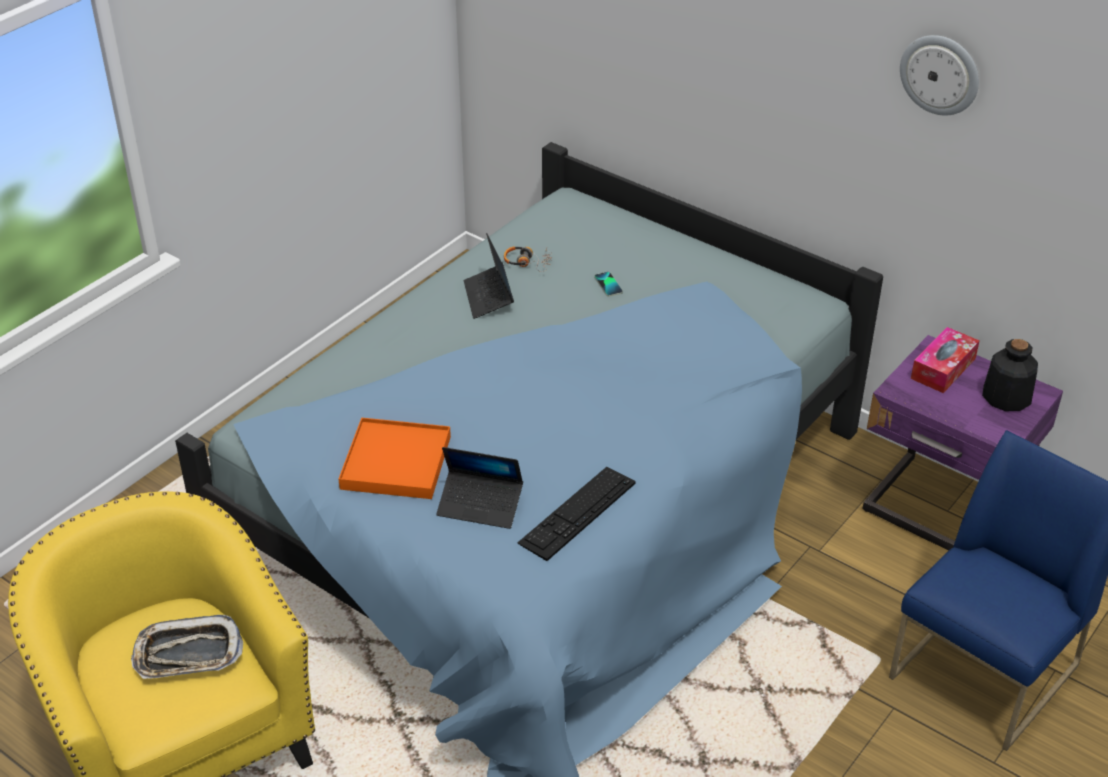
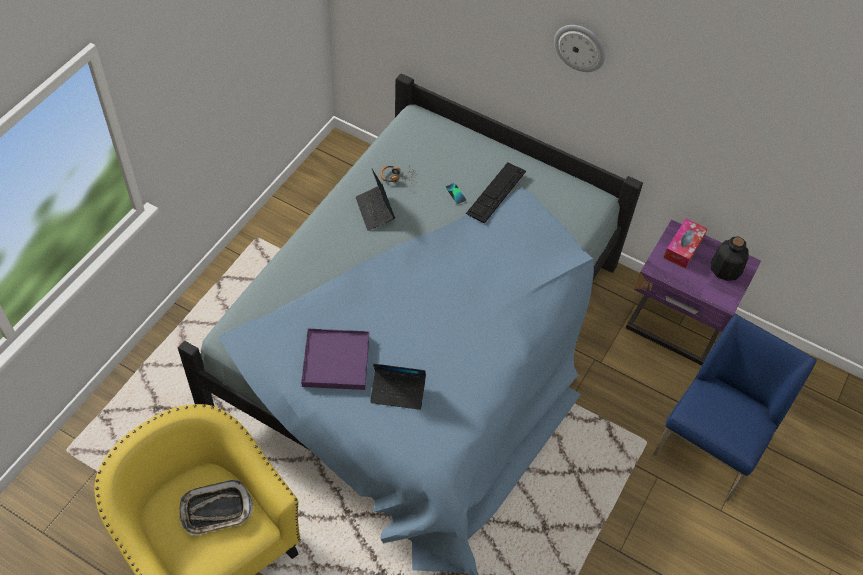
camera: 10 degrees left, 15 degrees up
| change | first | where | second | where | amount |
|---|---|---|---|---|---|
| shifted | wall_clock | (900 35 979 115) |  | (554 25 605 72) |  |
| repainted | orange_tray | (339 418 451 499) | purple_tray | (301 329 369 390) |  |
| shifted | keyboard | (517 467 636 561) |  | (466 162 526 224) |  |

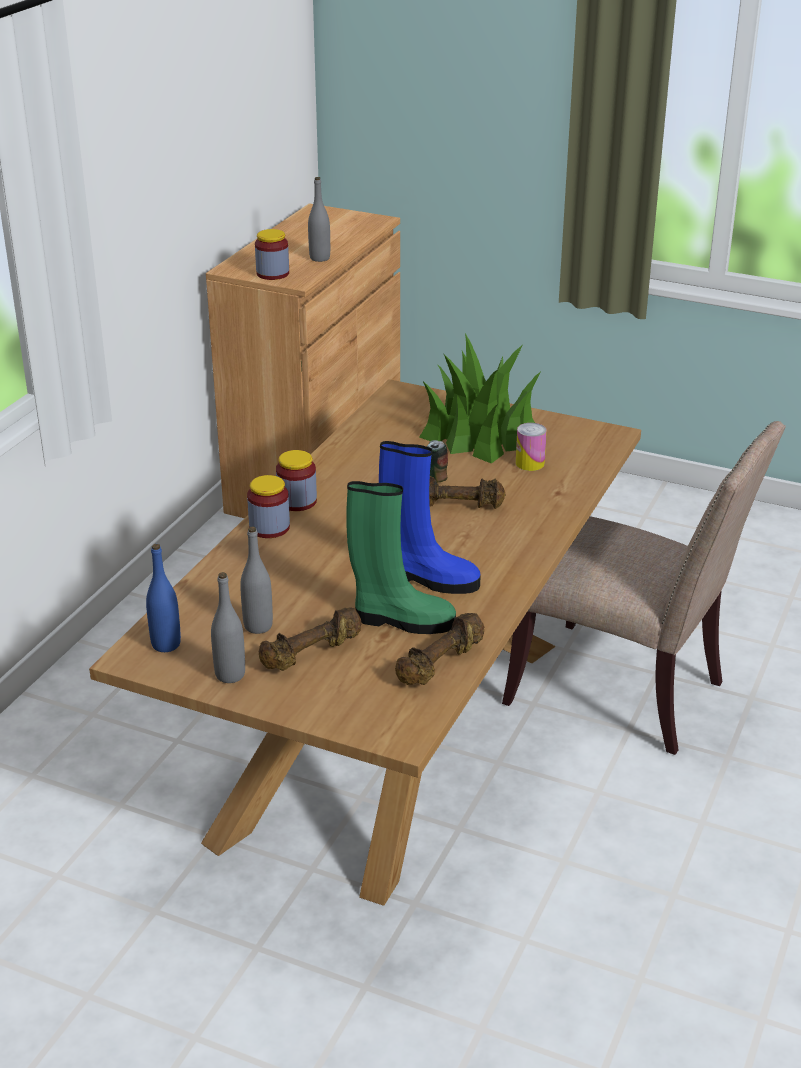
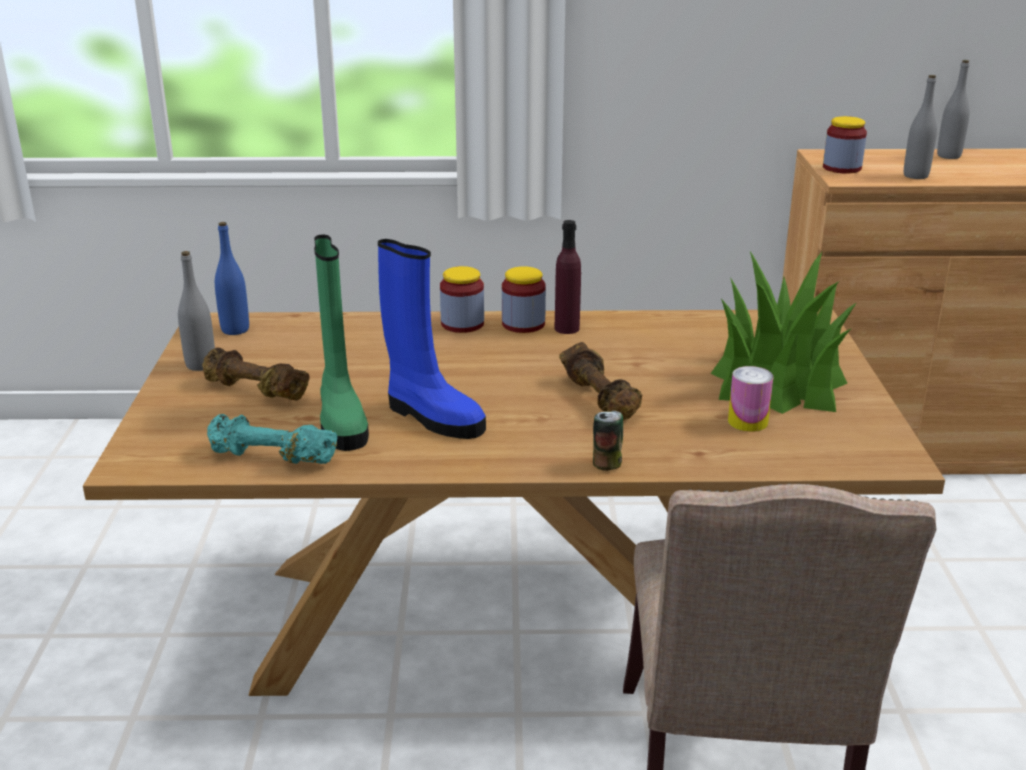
camera: 65 degrees right, 5 degrees down
| change | first | where | second | where | amount |
|---|---|---|---|---|---|
| shifted | can | (427 440 448 482) |  | (593 411 623 471) |  |
| rotated | blue_boot | (379 441 481 594) |  | (378 239 486 439) | 45 degrees counterclockwise |
| shifted | grey_bottle | (240 527 273 634) |  | (937 60 970 159) |  |
| repainted | brown_dumbbell | (395 613 484 685) | turquoise_dumbbell | (207 414 337 464) |  |
| new |  |  | purple_bottle | (554 220 581 334) |  |

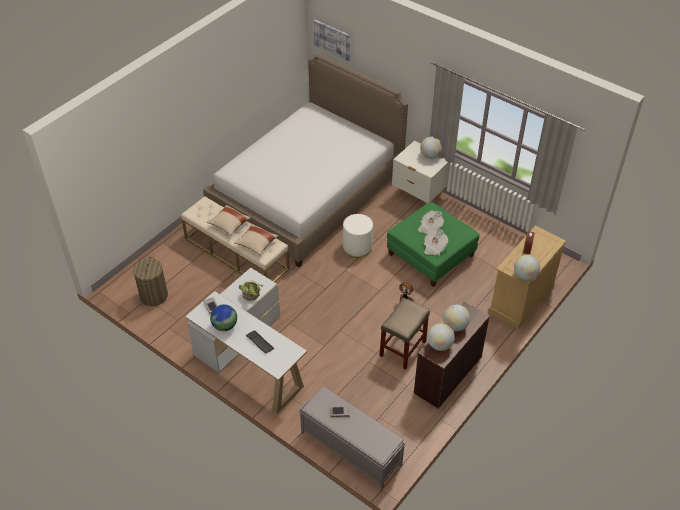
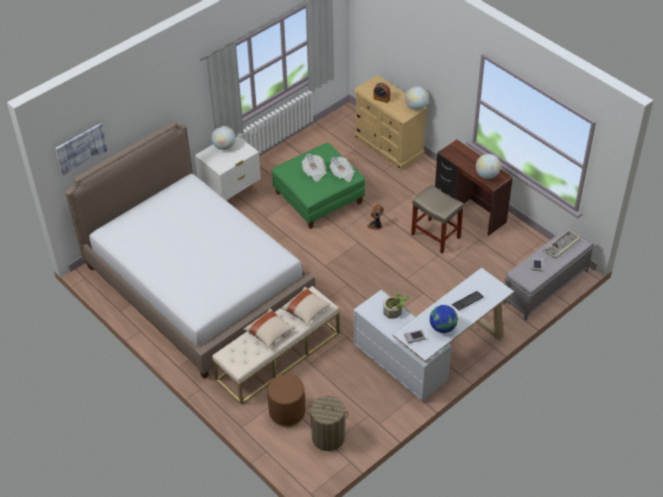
camera: 80 degrees left, 0 degrees up
| change | first | where | second | where | amount |
|---|---|---|---|---|---|
| gone | white_ottoman | (343 214 373 258) |  |  |  |
| gone | globe | (443 304 470 331) |  |  |  |
| new |  |  | keyboard | (543 230 581 259) |  |
| new |  |  | brown_ottoman | (267 374 305 427) |  |

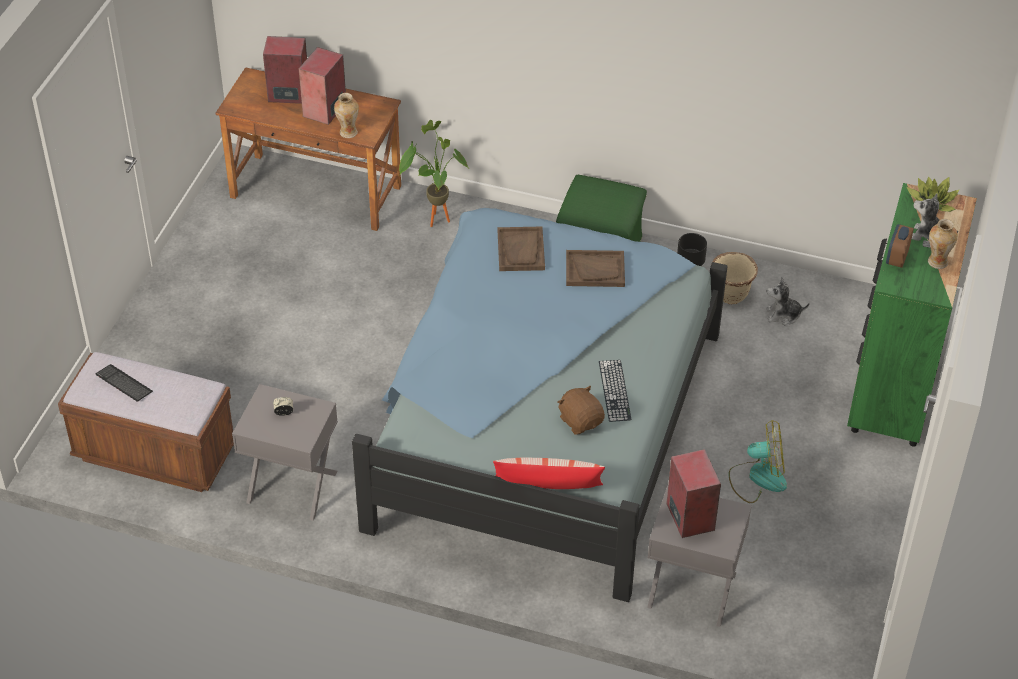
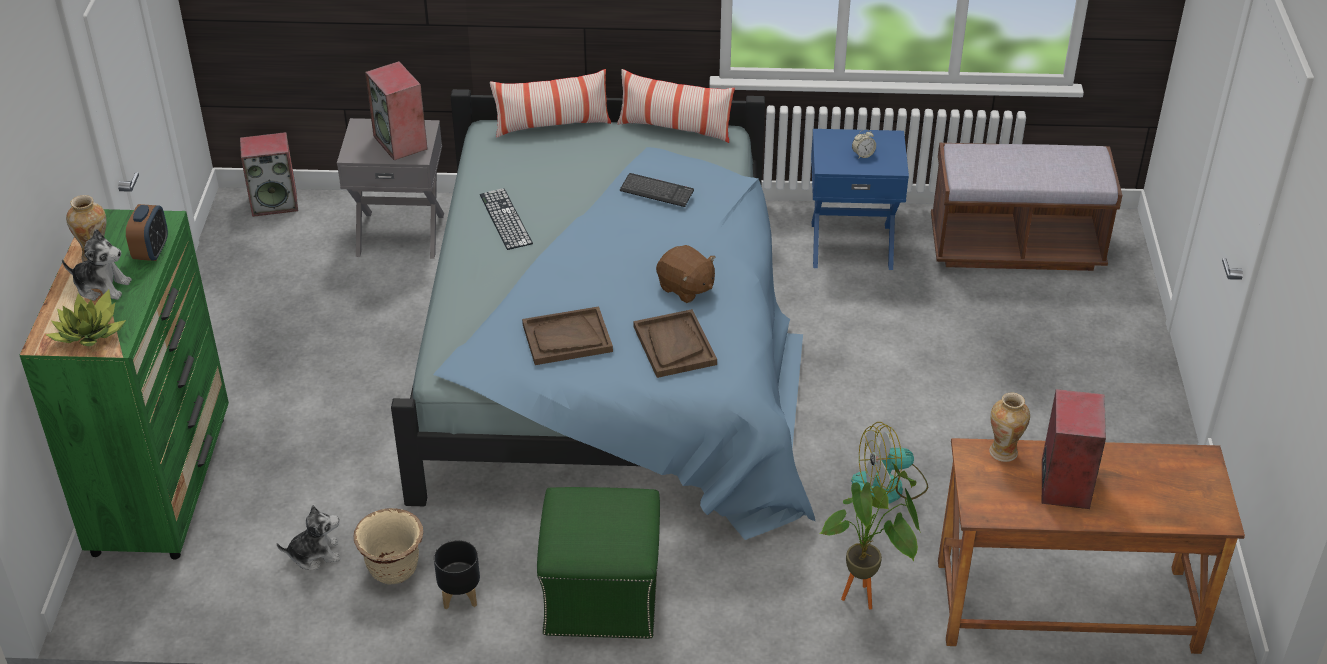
camera: 165 degrees right, 5 degrees down
| change | first | where | second | where | amount |
|---|---|---|---|---|---|
| shifted | speaker | (263 36 307 104) |  | (240 132 298 217) |  |
| shifted | keyboard | (96 364 153 402) |  | (619 173 694 207) |  |
| repainted | grey_nightstand | (232 384 338 521) | blue_nightstand | (811 129 909 270) |  |
| shifted | brown_plush_toy | (558 386 605 435) |  | (656 245 715 303) |  |
| shifted | fan | (729 420 787 503) |  | (851 422 928 503) |  |
| new |  |  | pillow | (617 69 735 143) |  |

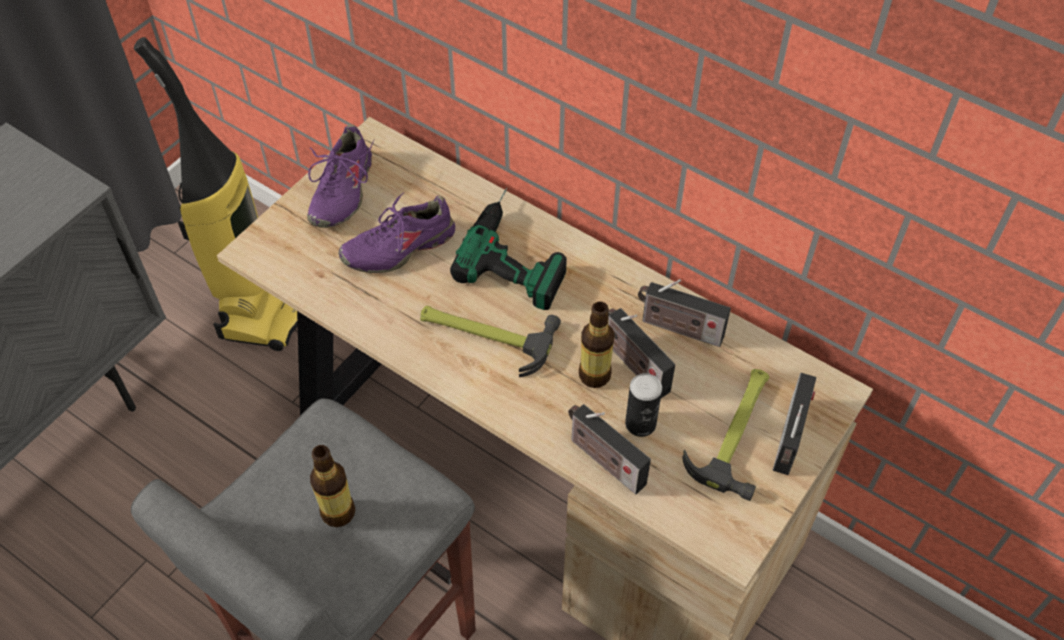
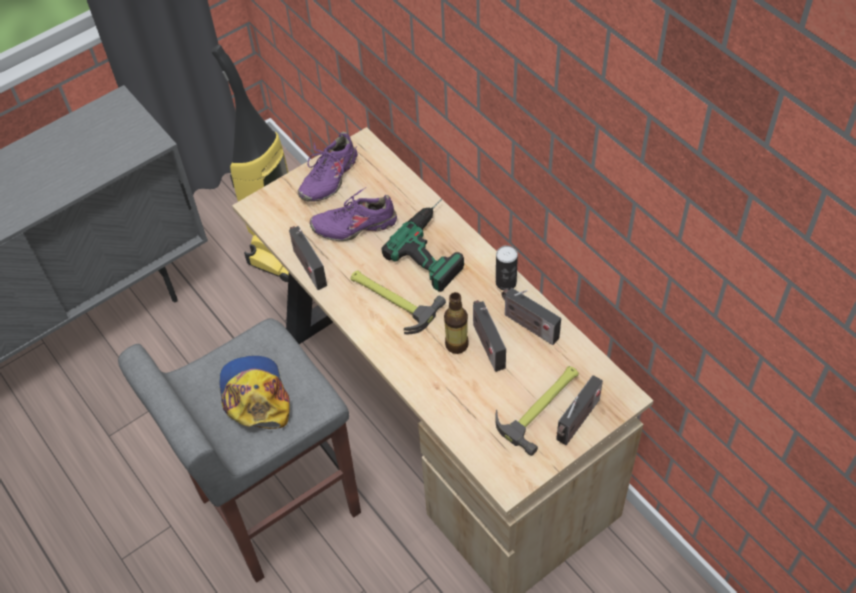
camera: 20 degrees right, 0 degrees up
| change | first | where | second | where | amount |
|---|---|---|---|---|---|
| shifted | can | (625 373 662 437) |  | (496 245 518 290) |  |
| shifted | radio | (568 404 651 494) |  | (289 226 327 290) |  |
| swapped | bottle | (310 445 355 527) | cap | (219 356 290 429) |  |

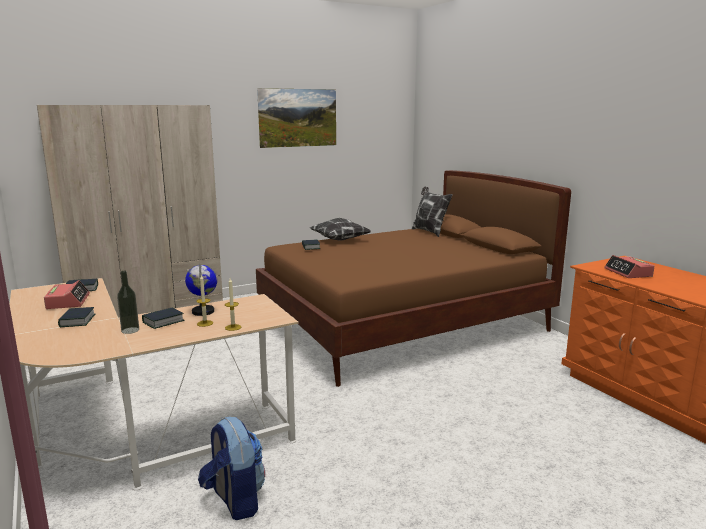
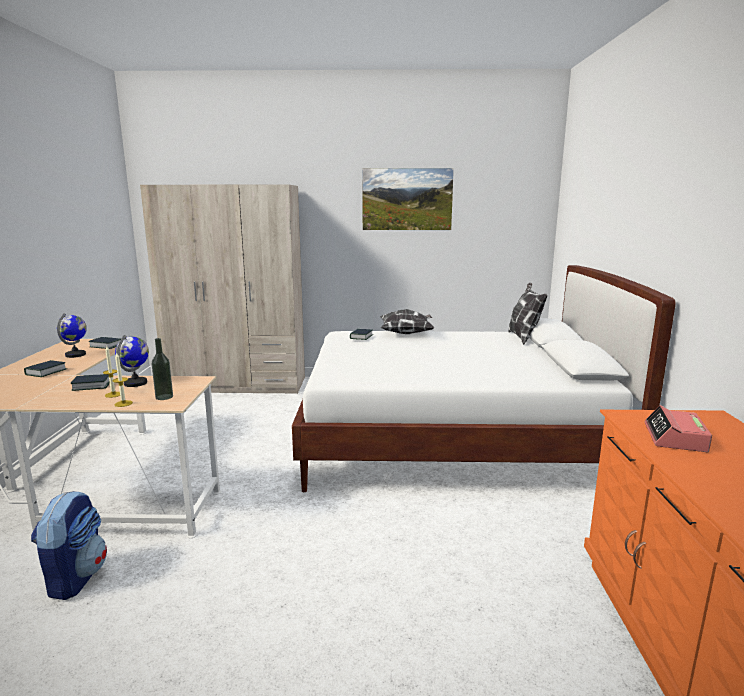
camera: 30 degrees right, 0 degrees up
| change | first | where | second | where | amount |
|---|---|---|---|---|---|
| repainted | brown_bed | (256 170 571 387) | white_bed | (292 265 676 492) |  |
| shifted | bottle | (117 271 139 334) |  | (152 338 173 400) |  |
| swapped | alarm_clock | (44 280 90 309) | globe | (57 313 87 358) |  |

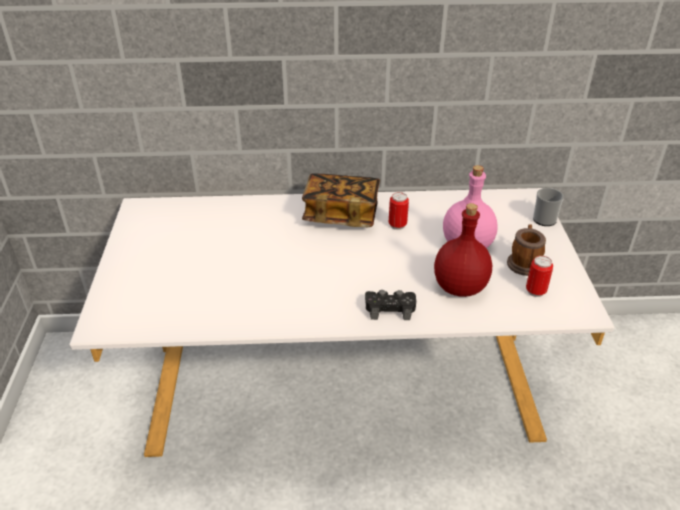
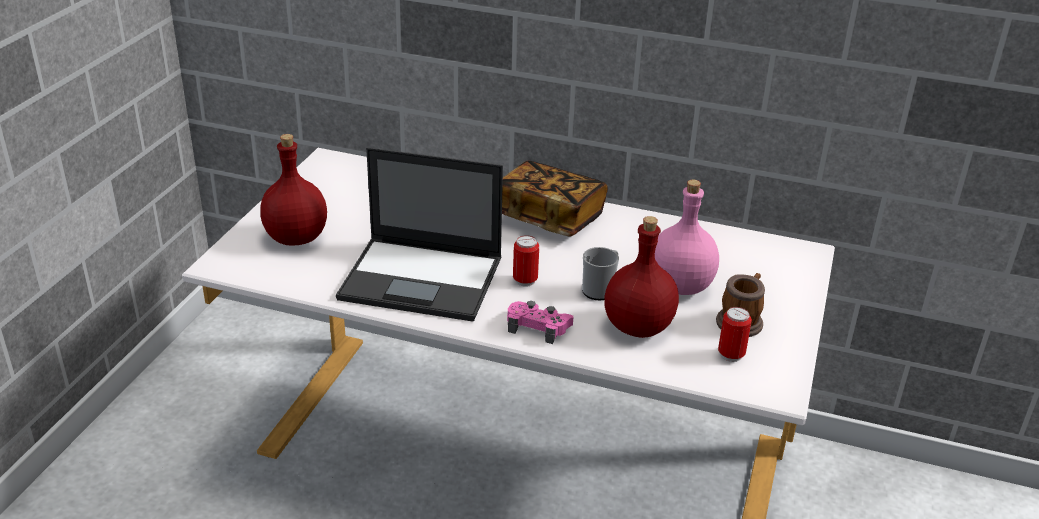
camera: 20 degrees right, 5 degrees down
| change | first | where | second | where | amount |
|---|---|---|---|---|---|
| shifted | mug | (533 188 564 226) |  | (582 247 619 301) |  |
| shifted | can | (389 192 409 230) |  | (513 235 539 287) |  |
| repainted | black_game_controller | (365 290 416 320) | pink_game_controller | (507 301 573 344) |  |
| new |  |  | red_bottle | (260 134 327 246) |  |
| new |  |  | laptop | (336 147 503 322) |  |

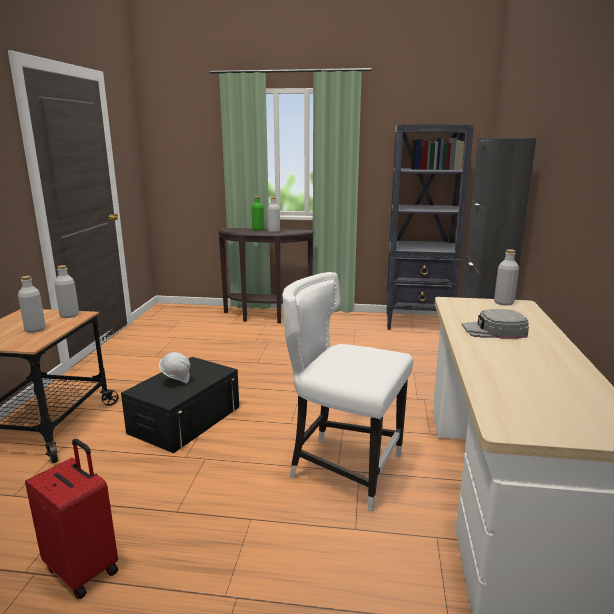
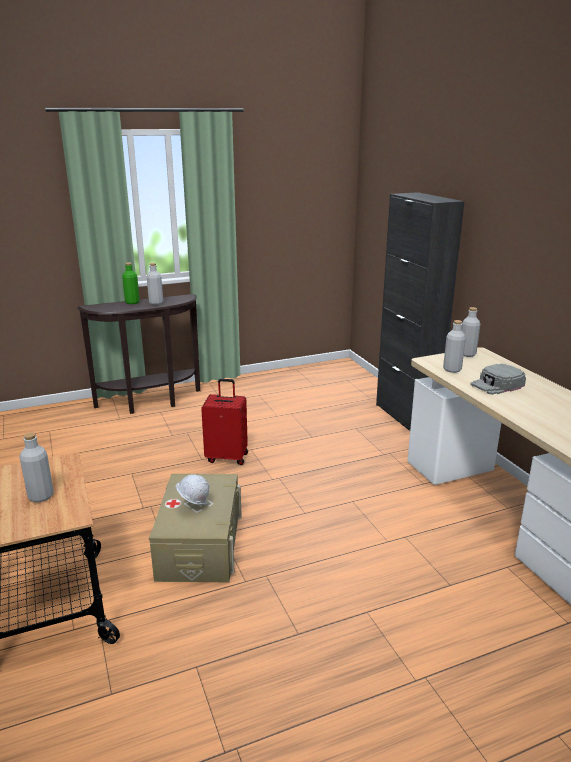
camera: 30 degrees left, 5 degrees up
| change | first | where | second | where | amount |
|---|---|---|---|---|---|
| gone | black_bookcase | (386 124 474 330) |  |  |  |
| shifted | grey_bottle | (54 265 79 318) |  | (443 320 466 373) |  |
| gone | white_chair | (283 272 413 511) |  |  |  |
| repainted | black_storage_box | (121 357 239 453) | beige_storage_box | (148 474 242 582) |  |
| shifted | red_suitcase | (25 439 118 599) |  | (201 379 248 465) |  |

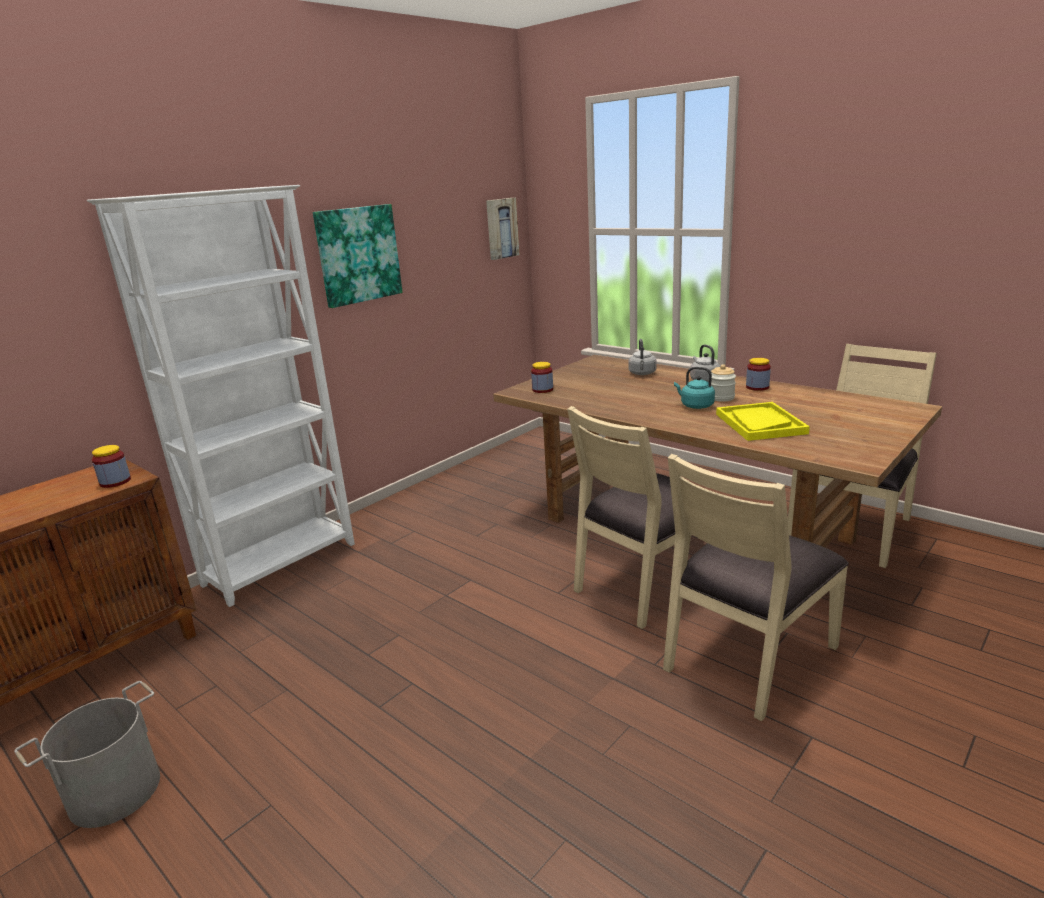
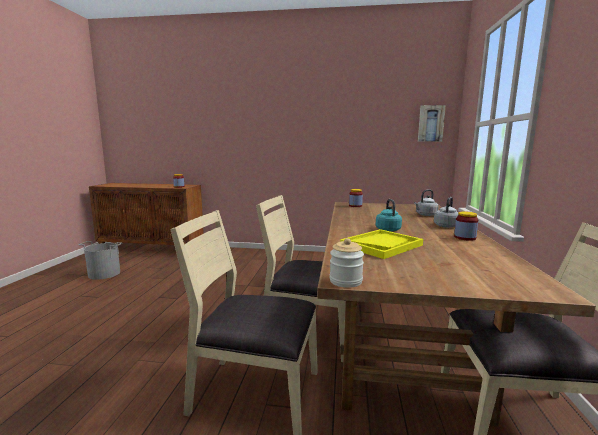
camera: 55 degrees right, 10 degrees down
| change | first | where | second | where | amount |
|---|---|---|---|---|---|
| gone | white_bookcase | (87 185 355 607) |  |  |  |
| gone | picture | (313 204 402 308) |  |  |  |
| shifted | jar | (711 364 736 402) |  | (330 238 364 288) |  |

